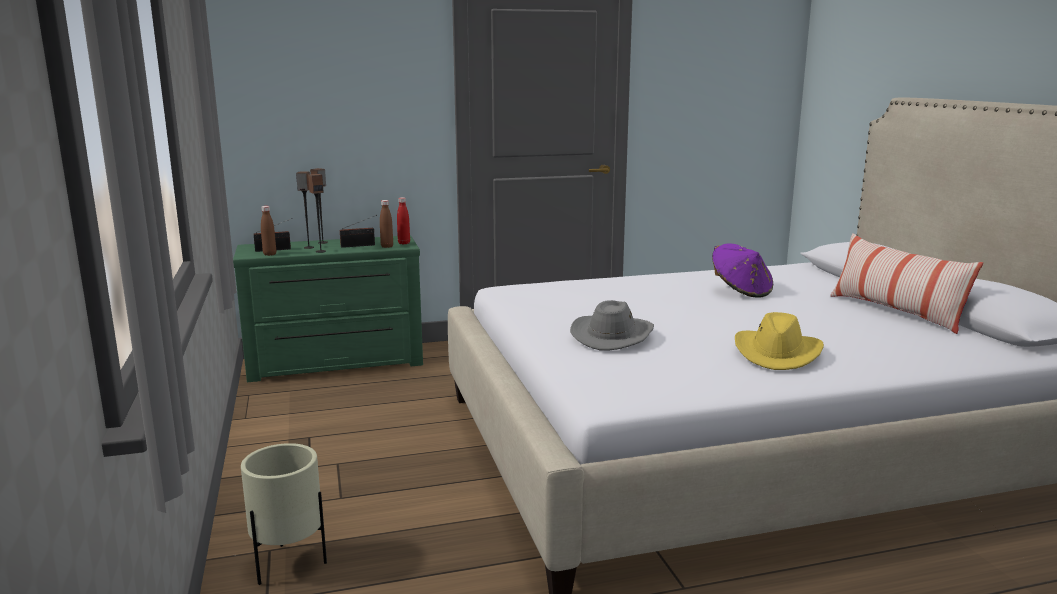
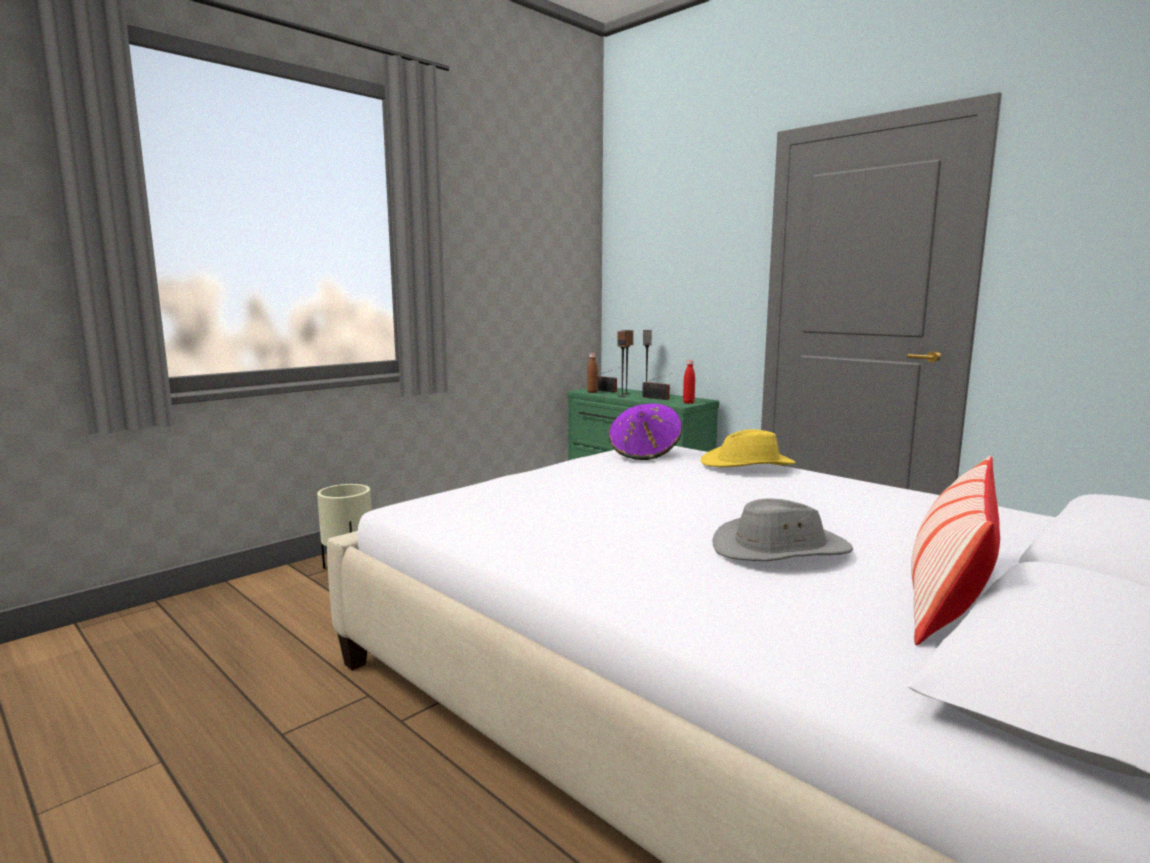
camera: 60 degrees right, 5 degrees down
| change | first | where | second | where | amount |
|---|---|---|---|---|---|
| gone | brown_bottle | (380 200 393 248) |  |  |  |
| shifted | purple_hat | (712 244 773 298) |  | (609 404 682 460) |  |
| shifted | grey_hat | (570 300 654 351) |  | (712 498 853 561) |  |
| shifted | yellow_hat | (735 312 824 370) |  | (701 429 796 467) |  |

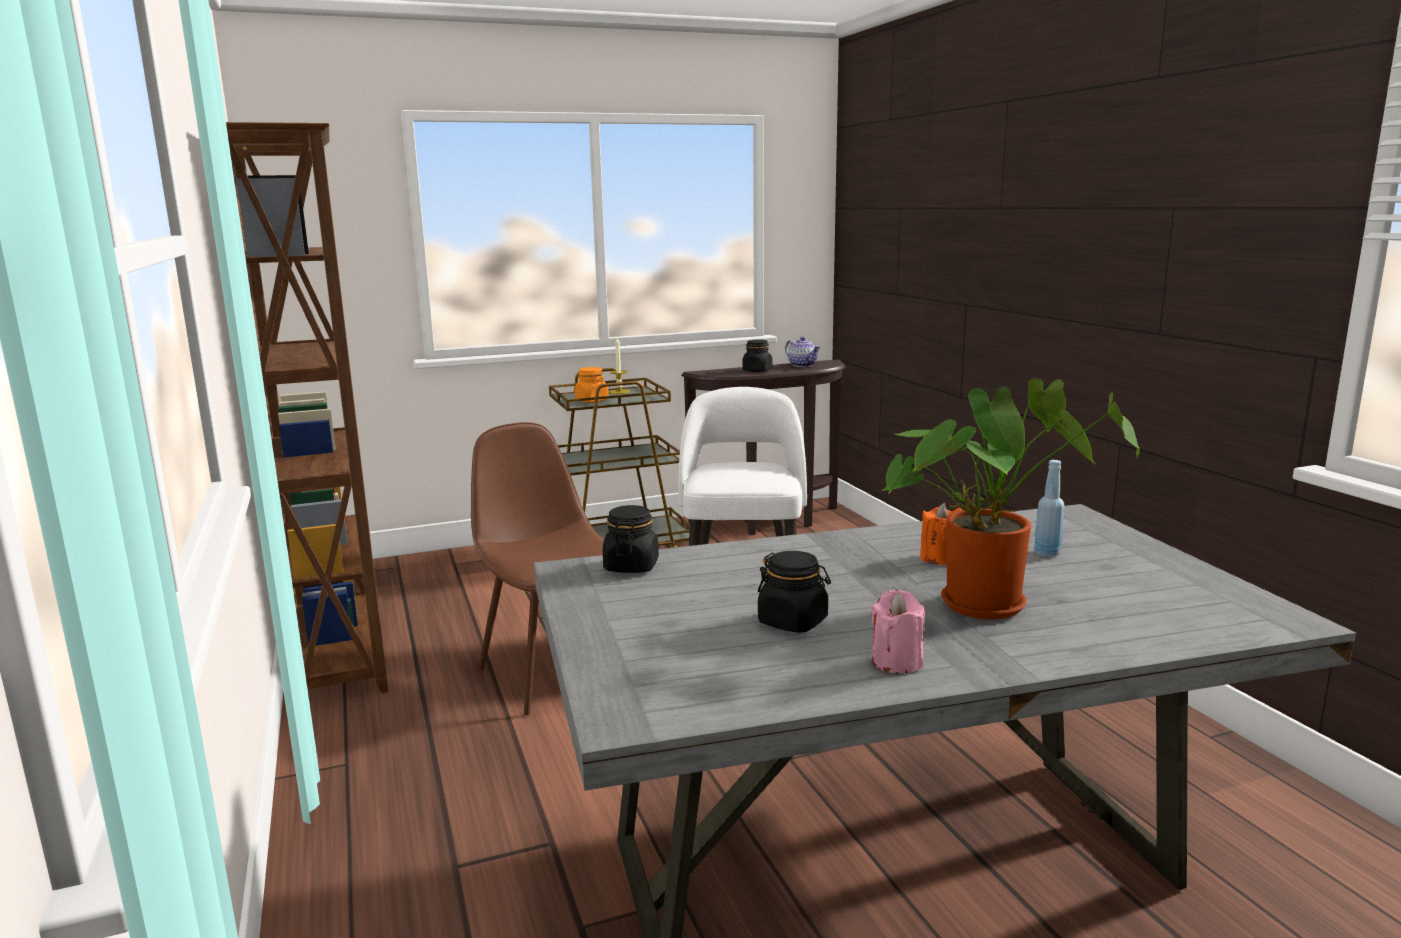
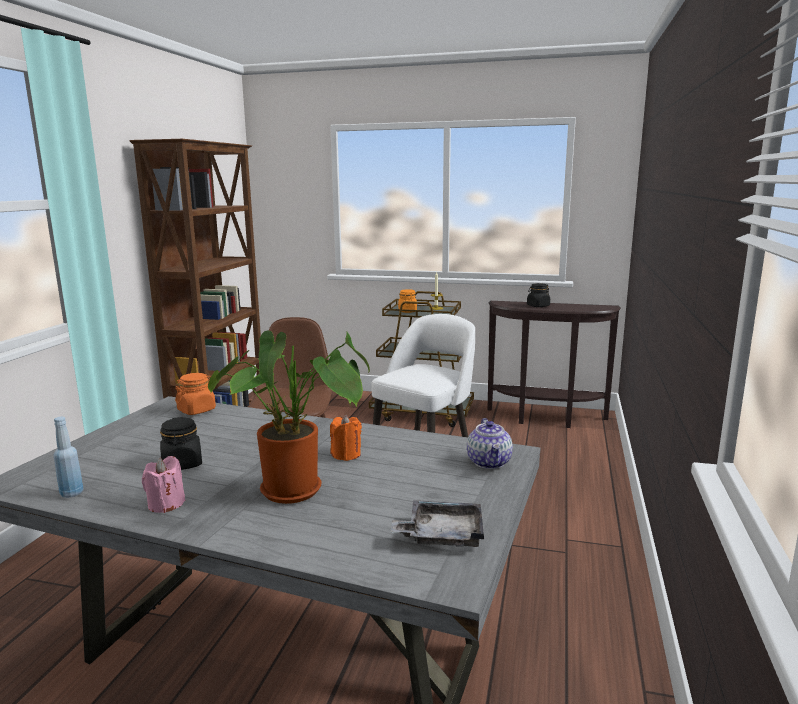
camera: 35 degrees right, 0 degrees up
| change | first | where | second | where | amount |
|---|---|---|---|---|---|
| shifted | teapot | (785 337 821 367) |  | (467 418 513 469) |  |
| shifted | blue_bottle | (1034 460 1064 557) |  | (53 417 84 498) |  |
| repainted | black_jar | (603 505 659 573) | orange_jar | (175 373 216 415) |  |
| new |  |  | grey_tray | (390 500 484 547) |  |

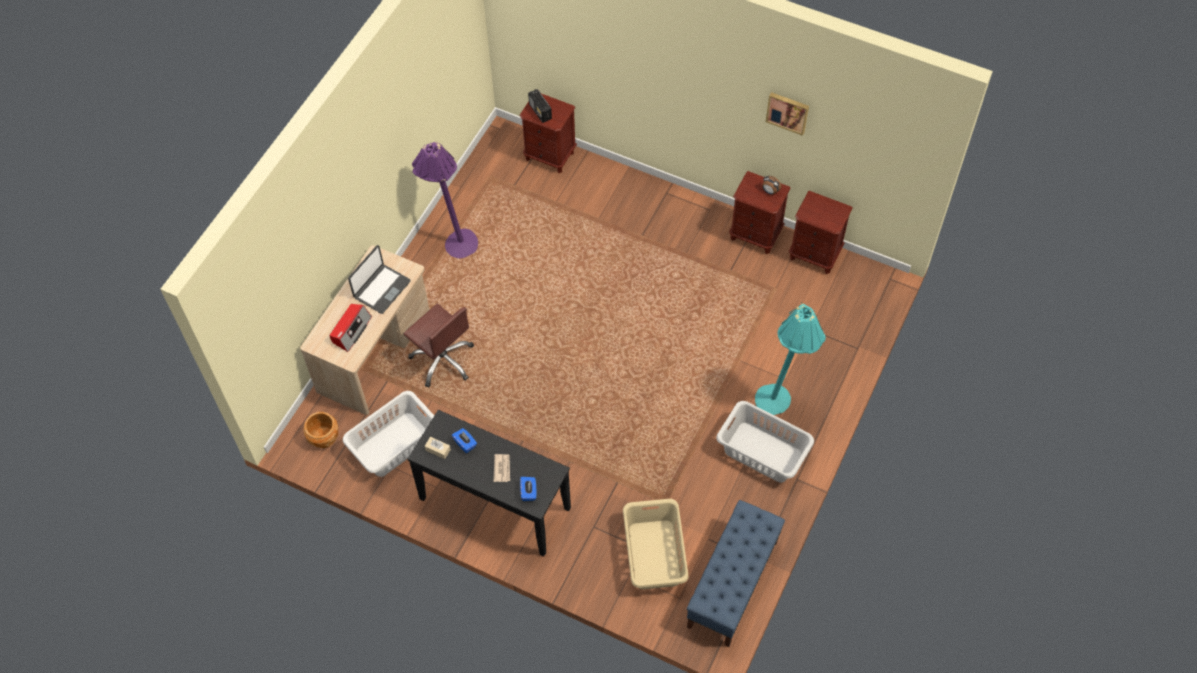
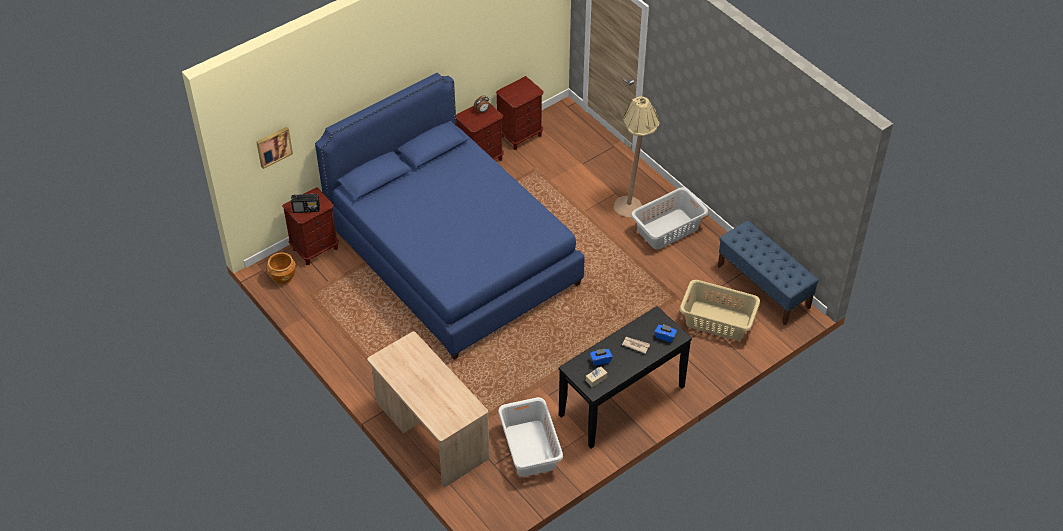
camera: 65 degrees left, 10 degrees down
| change | first | where | second | where | amount |
|---|---|---|---|---|---|
| shifted | picture | (766 92 809 136) |  | (256 127 293 169) |  |
| gone | purple_floor_lamp | (412 142 478 258) |  |  |  |
| gone | laptop | (348 245 411 314) |  |  |  |
| repainted | turquoise_floor_lamp | (755 303 826 415) | beige_floor_lamp | (614 96 659 217) |  |
| gone | radio | (329 304 372 352) |  |  |  |
| gone | brown_office_chair | (403 304 474 388) |  |  |  |
| shifted | brown_planter | (303 412 338 448) |  | (267 252 296 284) |  |
| new |  |  | blue_bed | (315 73 585 360) |  |

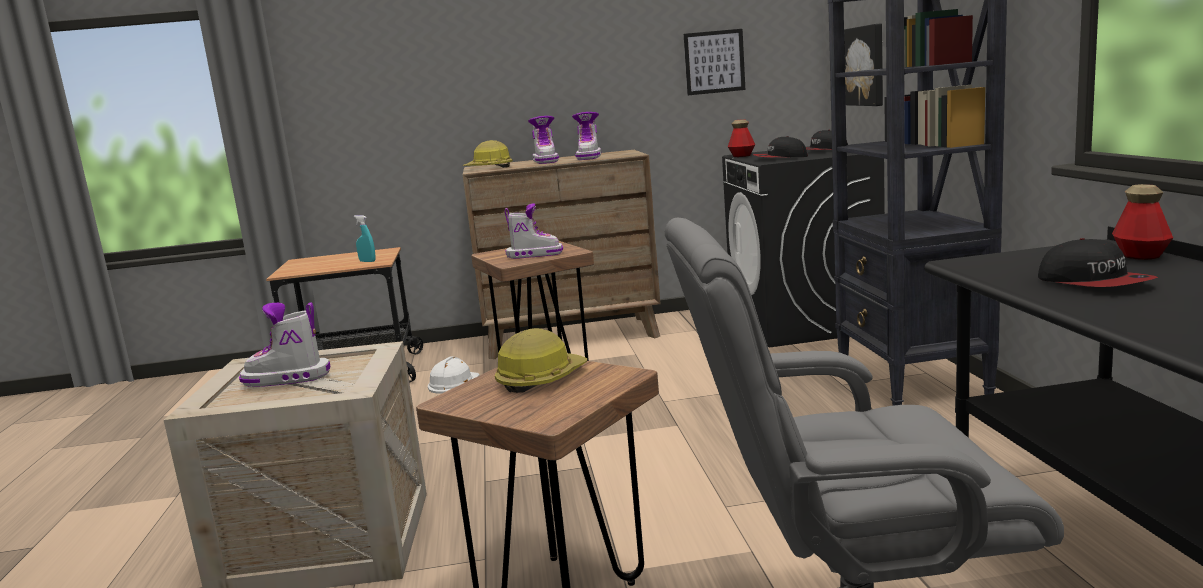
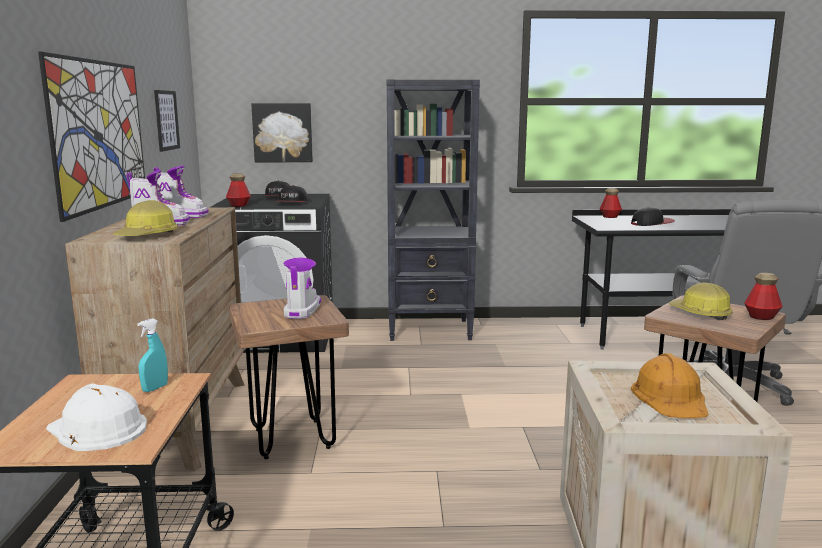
camera: 85 degrees left, 0 degrees up
| change | first | where | second | where | amount |
|---|---|---|---|---|---|
| swapped | boot | (239 302 330 387) | orange_hard_hat | (631 353 708 418) |  |
| shifted | white_hard_hat | (428 356 480 394) |  | (46 384 147 451) |  |
| new |  |  | picture | (38 52 145 222) |  |
| new |  |  | bottle | (744 273 783 320) |  |

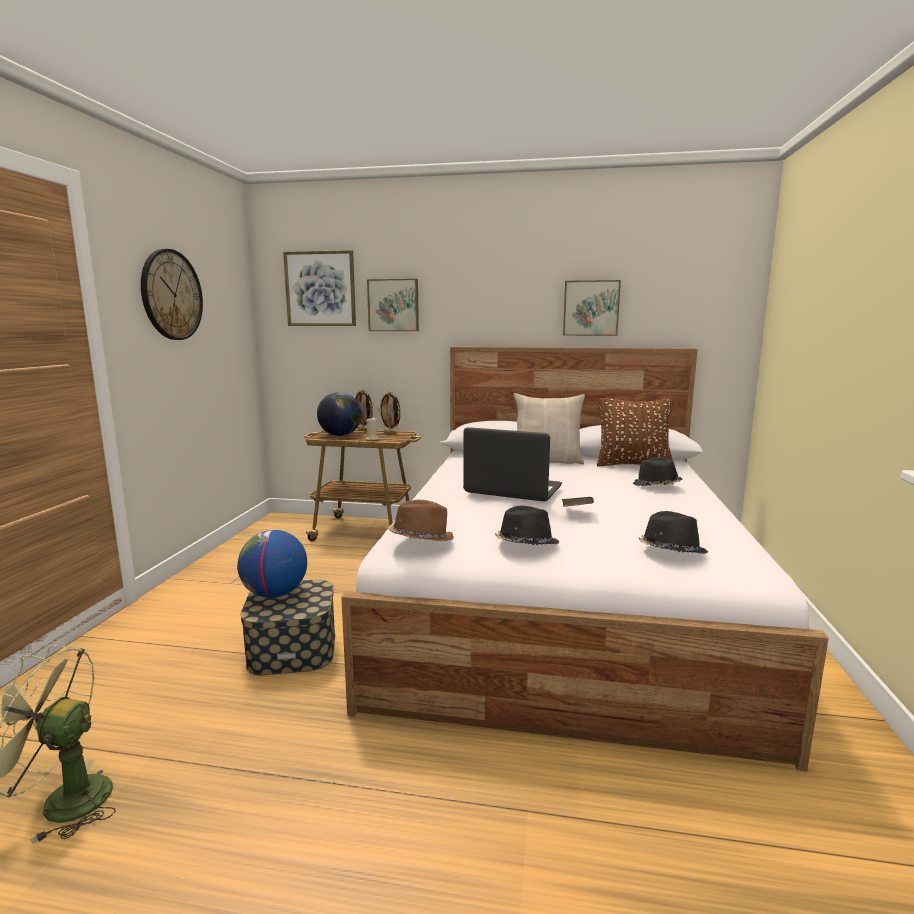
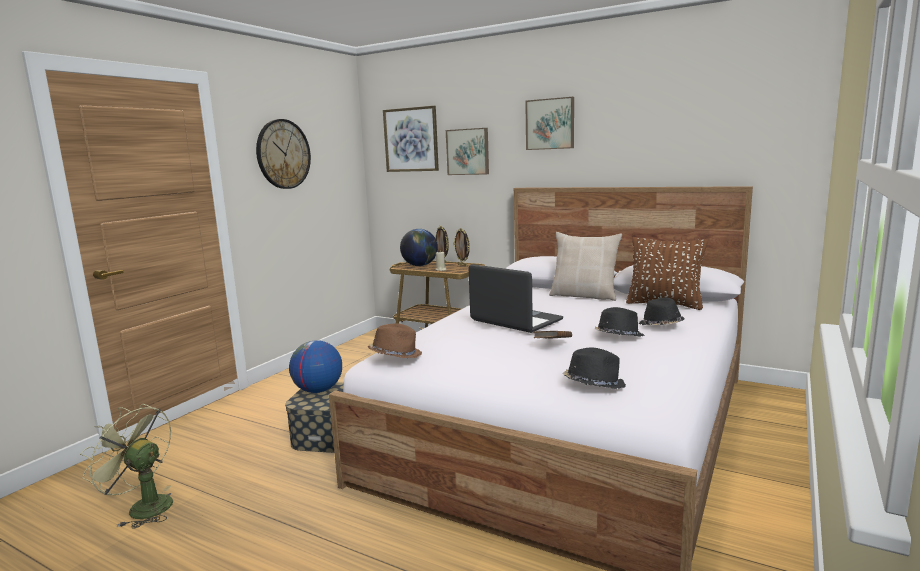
camera: 20 degrees right, 0 degrees up
| change | first | where | second | where | amount |
|---|---|---|---|---|---|
| shifted | picture | (563 280 621 336) |  | (525 97 574 150) |  |
| shifted | black_hat | (496 506 559 545) |  | (595 307 645 337) |  |

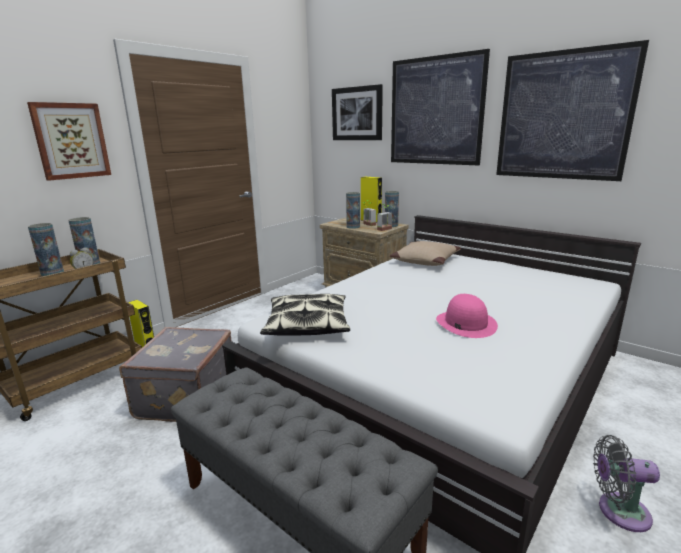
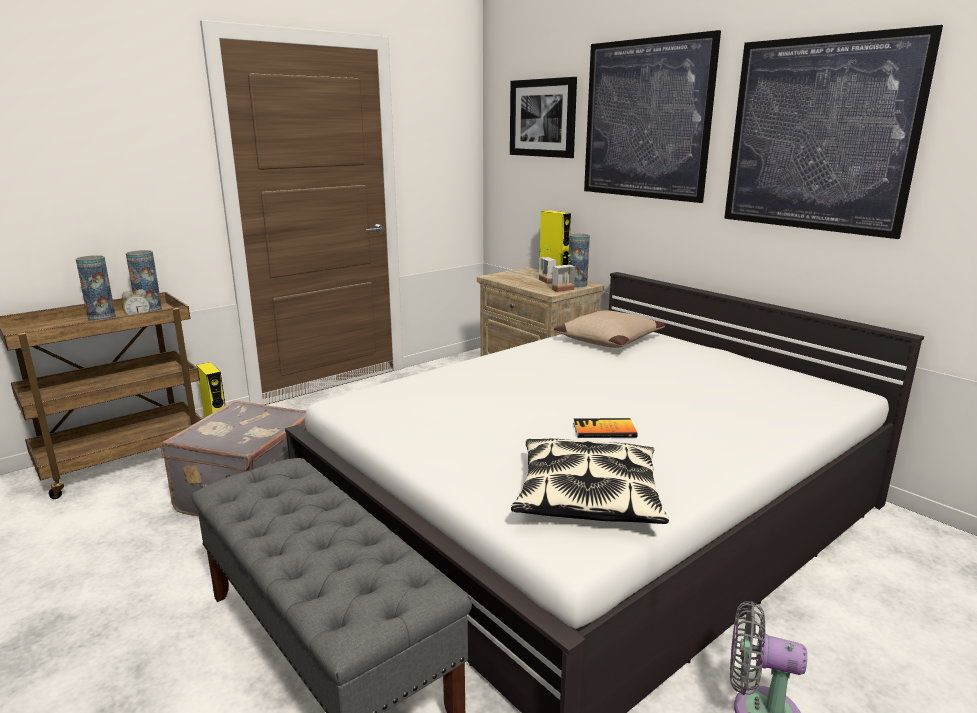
camera: 10 degrees right, 0 degrees up
| change | first | where | second | where | amount |
|---|---|---|---|---|---|
| gone | picture | (27 102 111 181) |  |  |  |
| gone | vase | (346 192 360 229) |  |  |  |
| shifted | pillow | (260 294 350 336) |  | (511 439 669 524) |  |
| swapped | pink_hat | (436 294 498 338) | book | (573 418 638 438) |  |

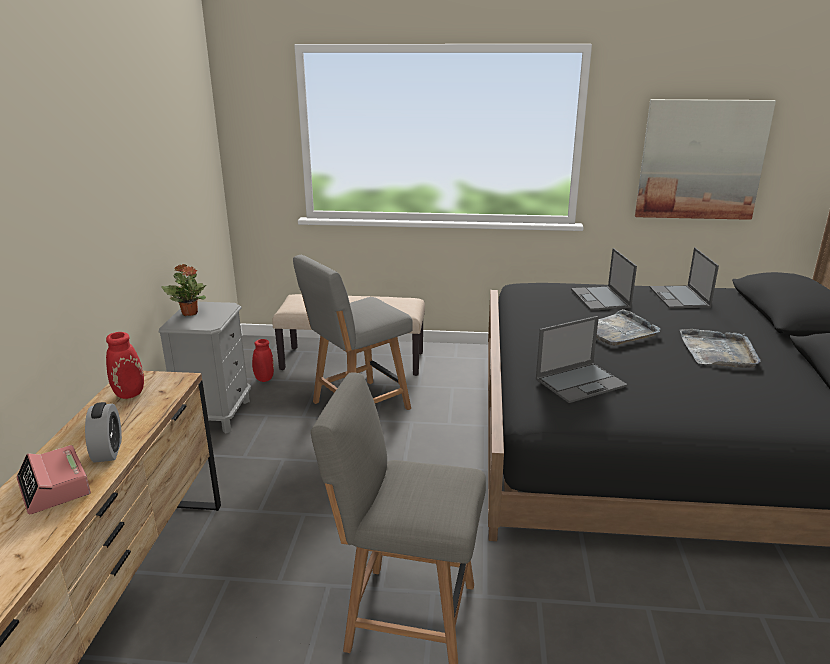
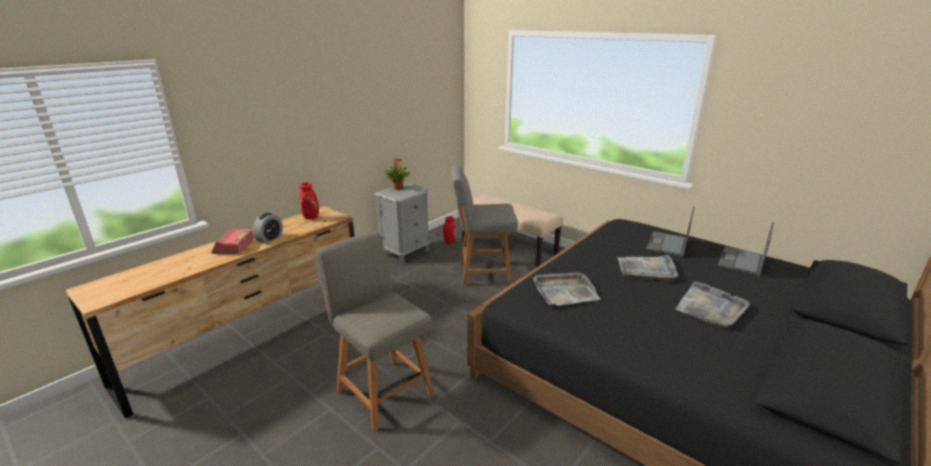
camera: 35 degrees right, 0 degrees up
| change | first | where | second | where | amount |
|---|---|---|---|---|---|
| gone | picture | (635 99 776 220) |  |  |  |
| swapped | laptop | (536 316 628 403) | grey_tray | (533 272 600 305) |  |

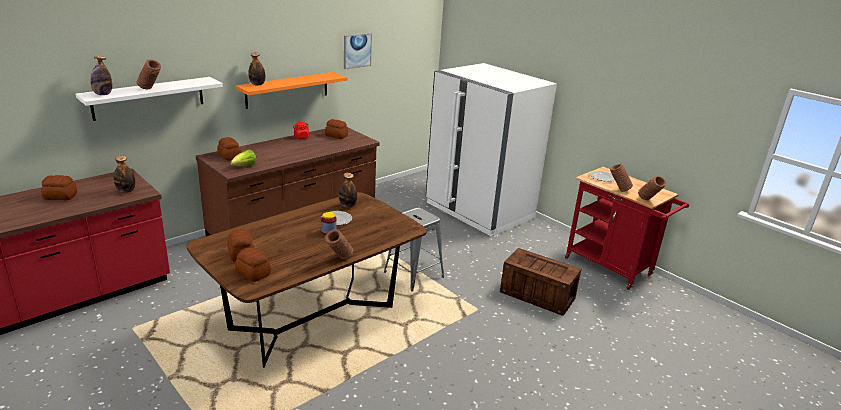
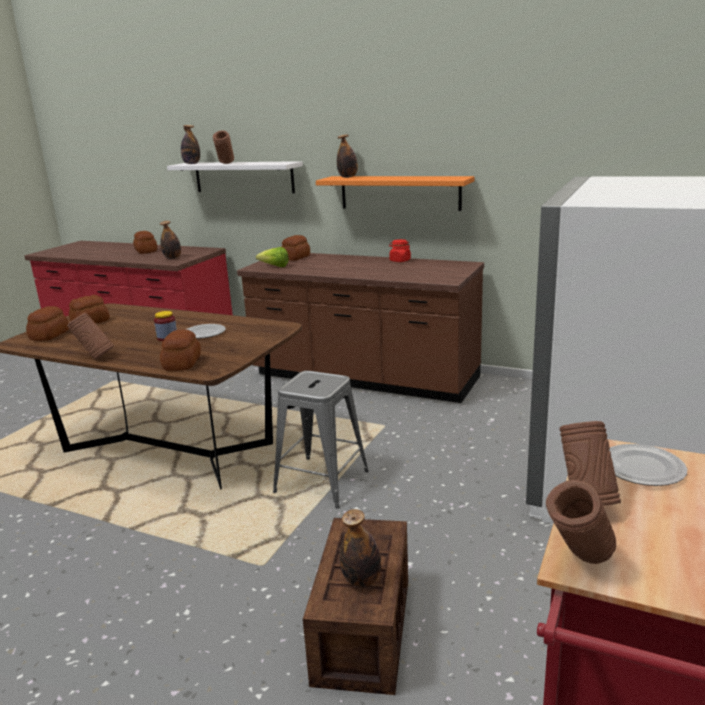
camera: 70 degrees right, 5 degrees down
| change | first | where | second | where | amount |
|---|---|---|---|---|---|
| gone | picture | (344 33 372 69) |  |  |  |
| shifted | bread | (325 119 348 139) |  | (160 330 201 371) |  |
| shifted | bottle | (339 173 357 208) |  | (339 509 381 587) |  |

